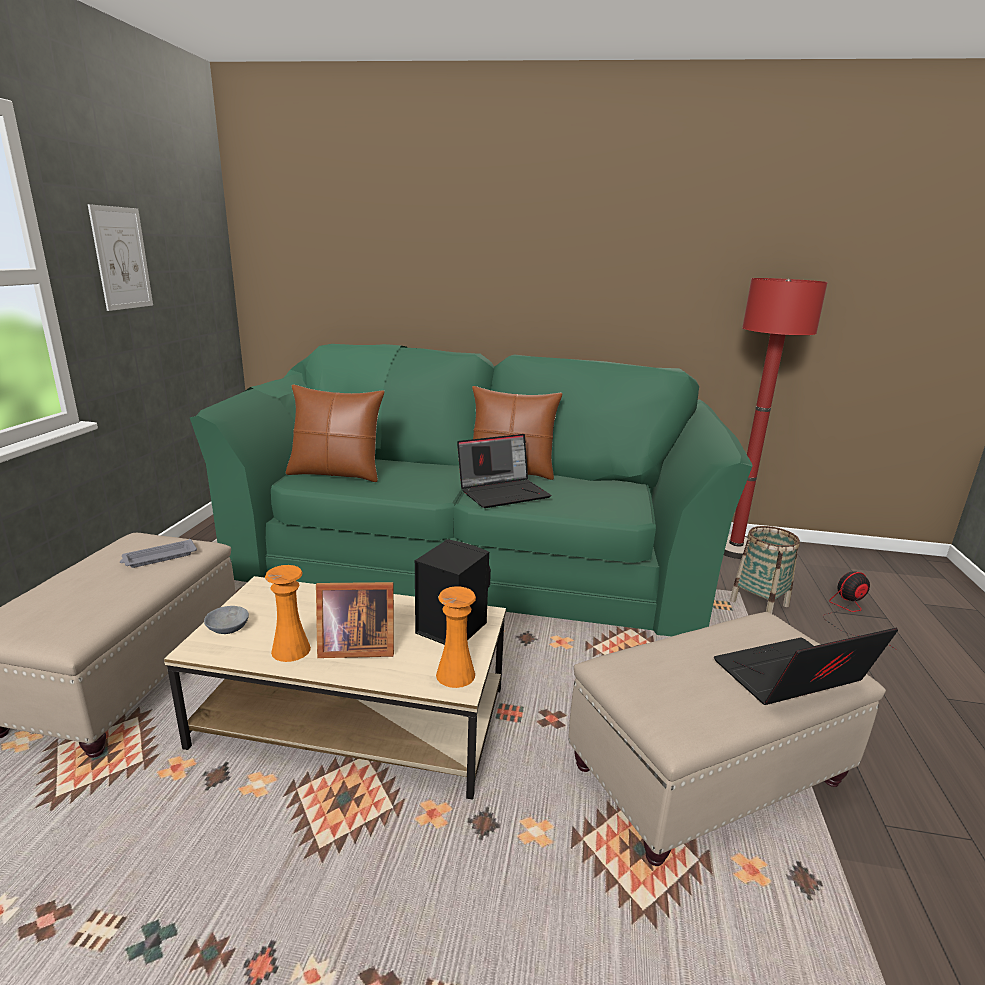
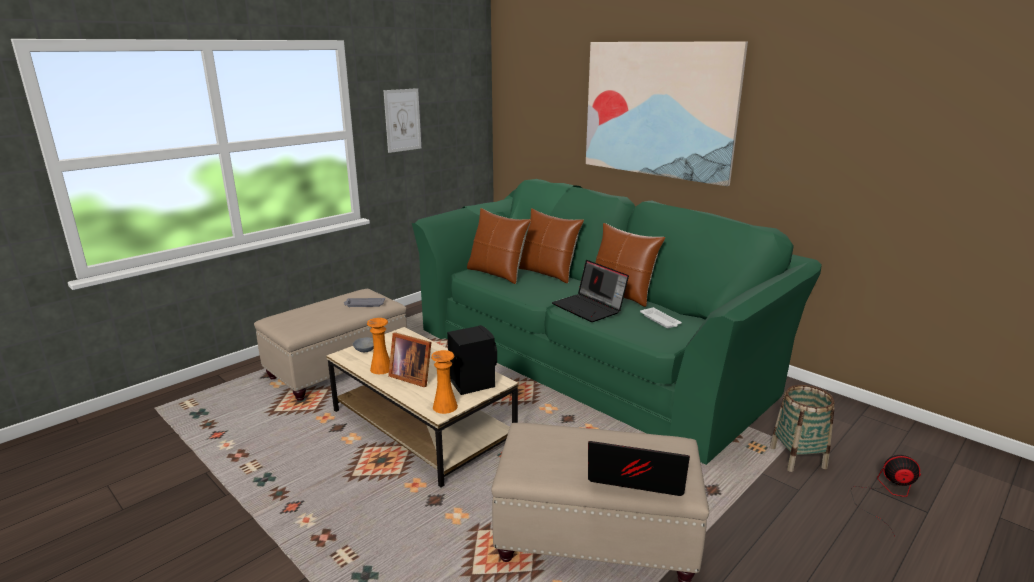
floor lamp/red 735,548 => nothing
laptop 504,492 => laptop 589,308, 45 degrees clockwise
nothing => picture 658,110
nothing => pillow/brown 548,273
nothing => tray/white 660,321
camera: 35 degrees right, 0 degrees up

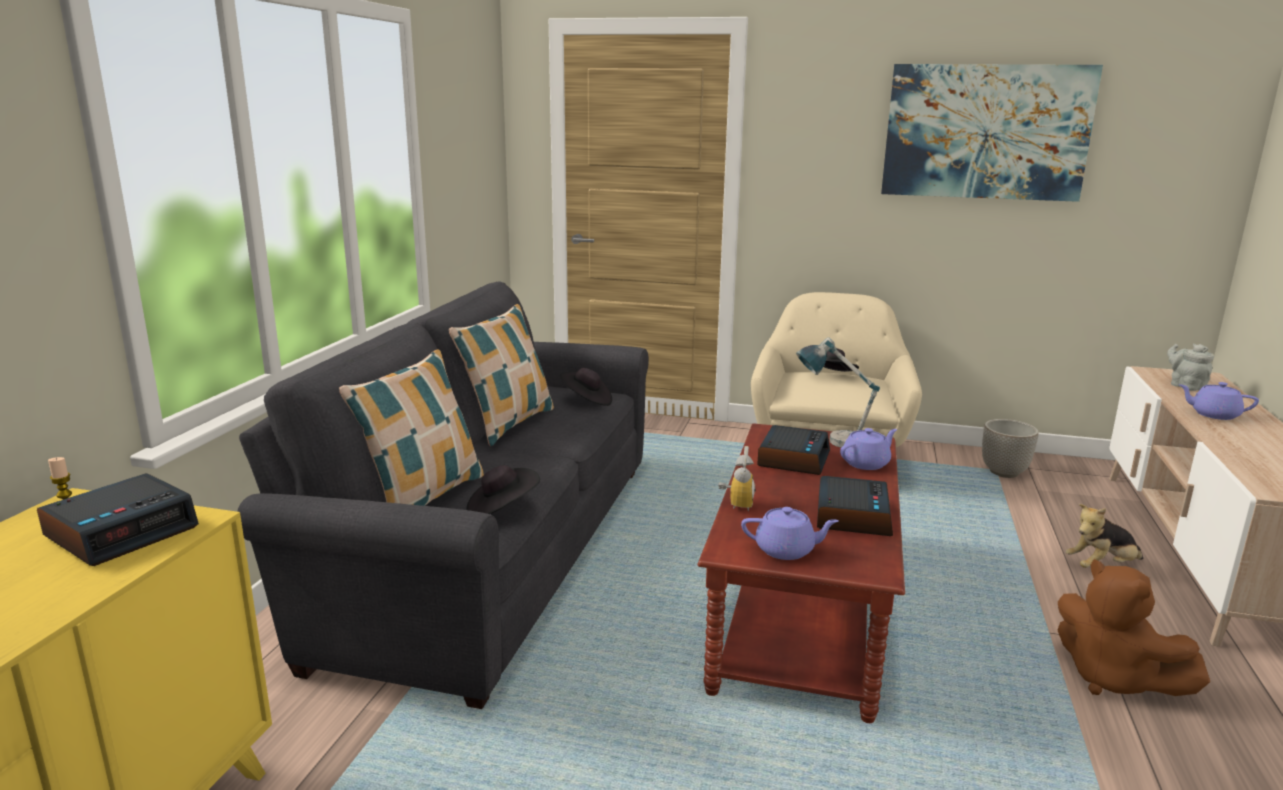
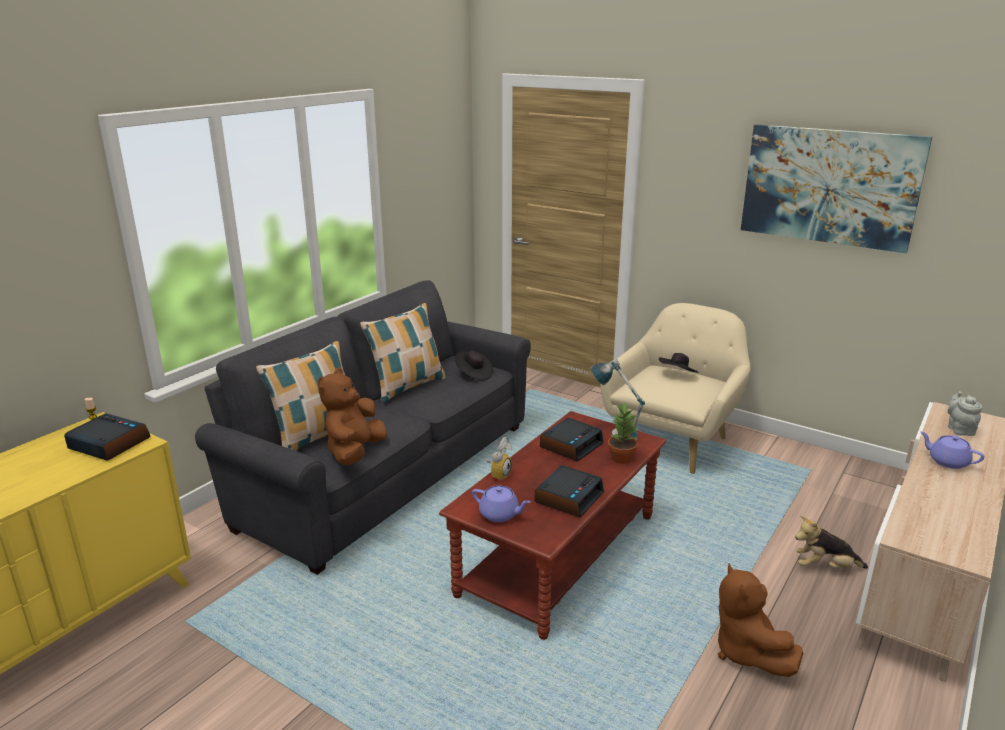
planter 1003,472 => nothing
teapot/purple 866,463 => potted plant 621,458
hat/black 501,509 => plush toy/brown 354,452
alarm clock 123,531 => alarm clock 108,444, 120 degrees counterclockwise
camera: 20 degrees right, 5 degrees up

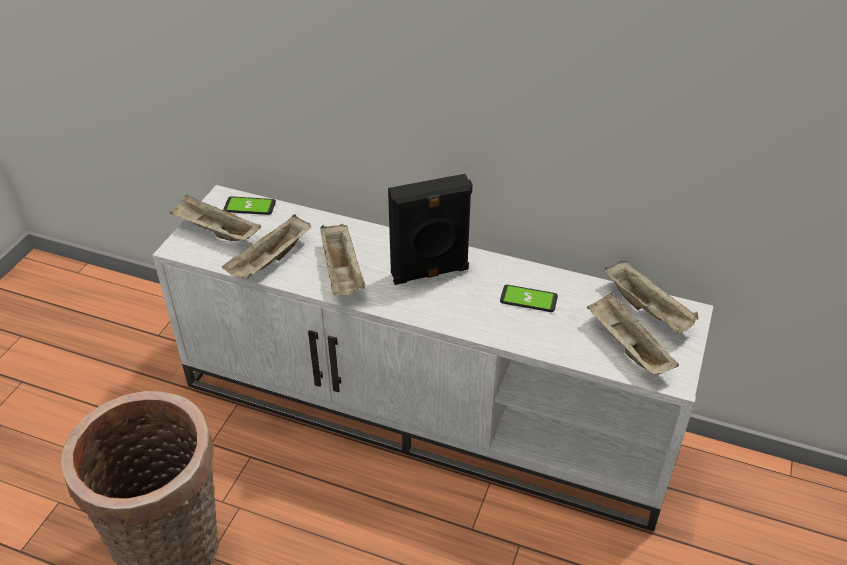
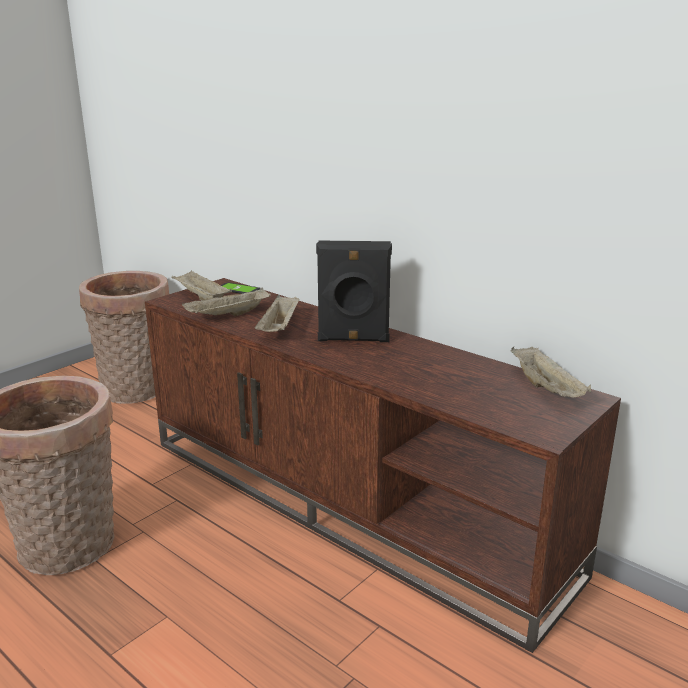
tv stand/white 428,410 => tv stand/brown 349,502
phone 528,299 => nothing
tray/beige 626,347 => nothing
nothing => basket 137,391
camera: 20 degrees right, 20 degrees down

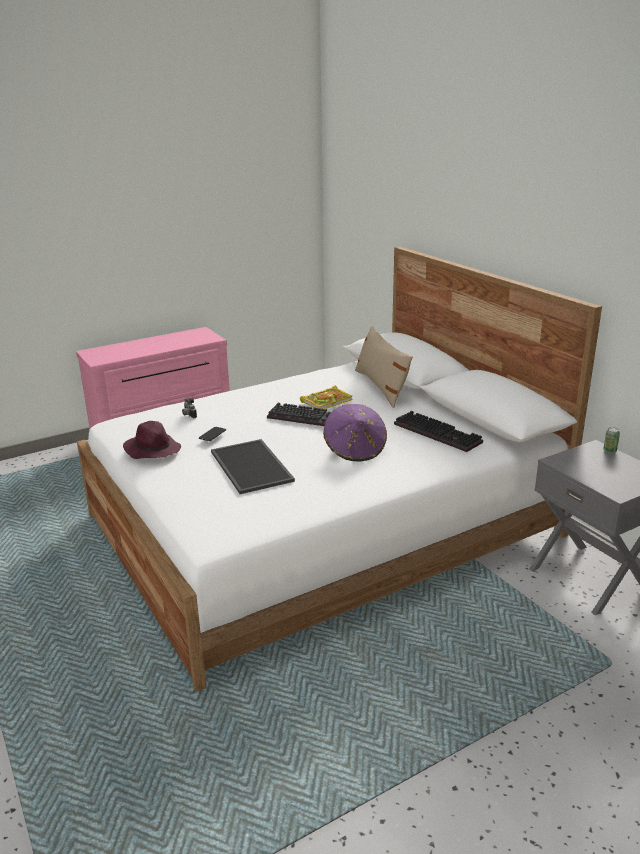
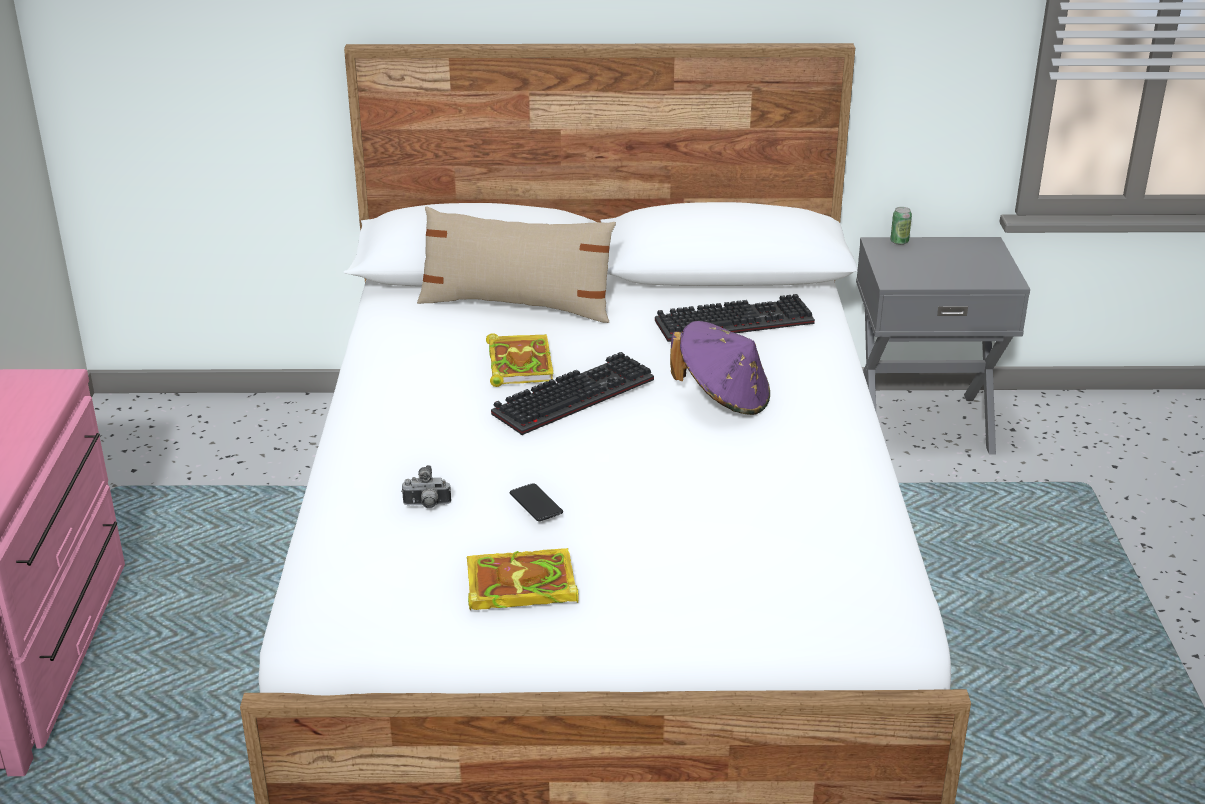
hat/purple 152,450 => book 518,586
tray 253,466 => nothing
camera: 60 degrees left, 5 degrees up

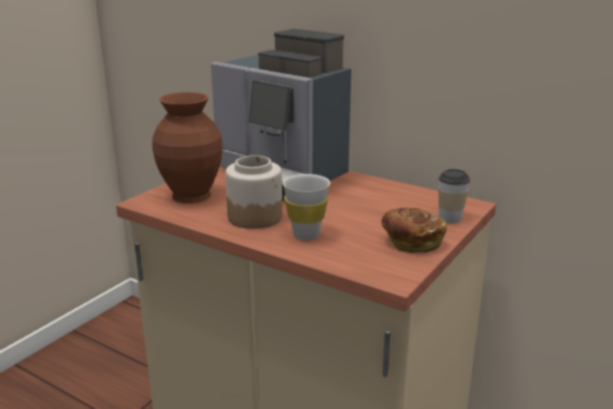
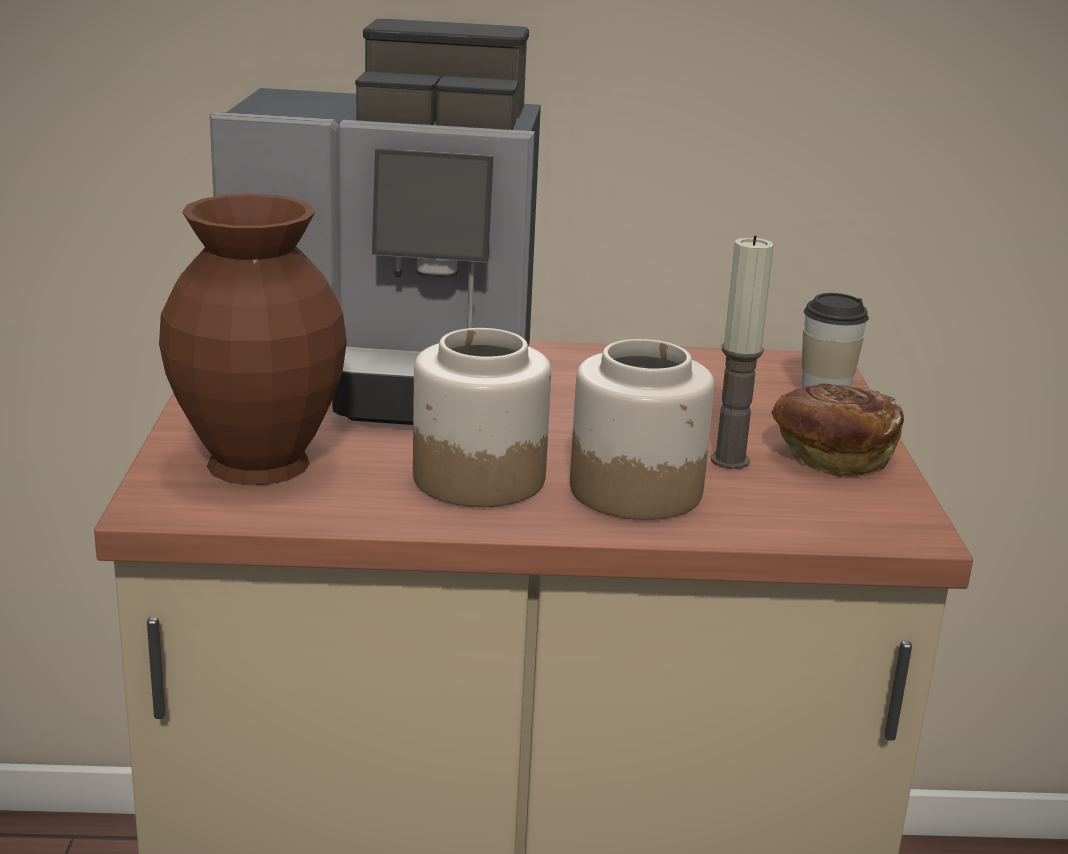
cup/white 306,235 => jar 636,489
nothing => candle 730,460
camera: 35 degrees left, 0 degrees up

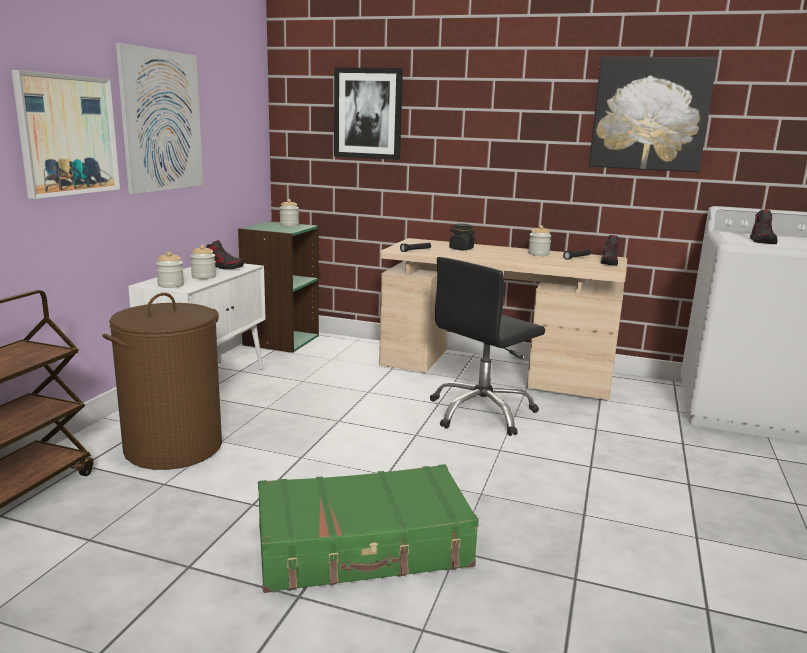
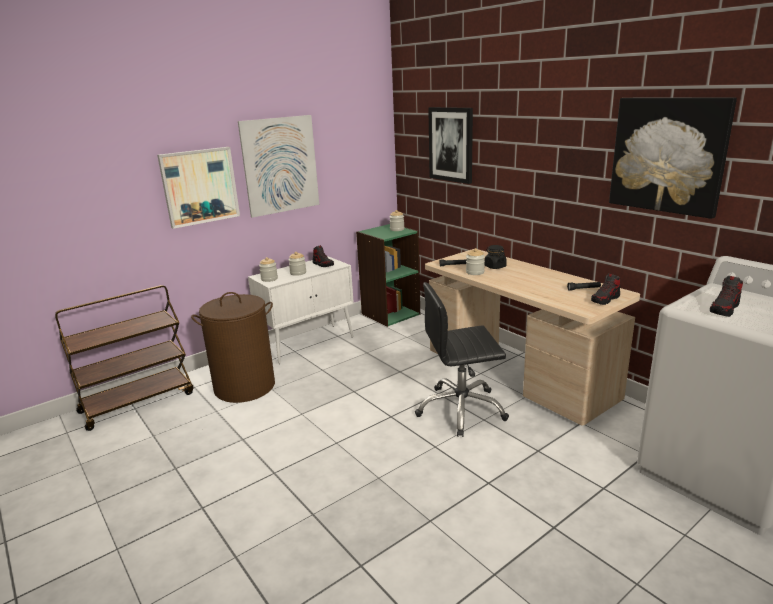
jar 538,254 => jar 475,272, move
suitcase/green 364,547 => nothing
camera: 35 degrees right, 5 degrees up

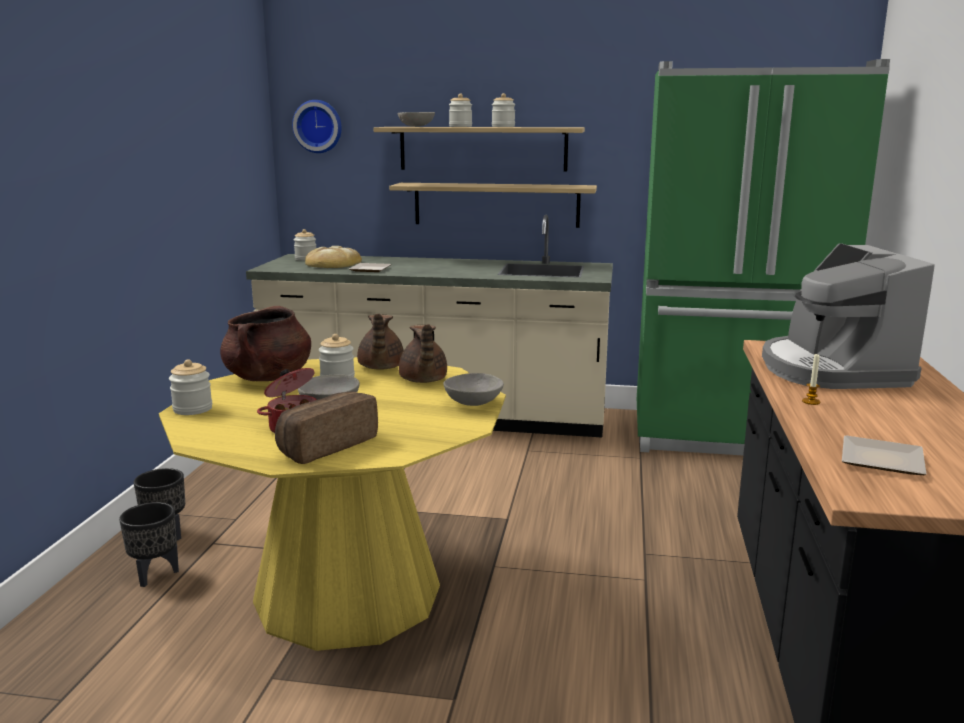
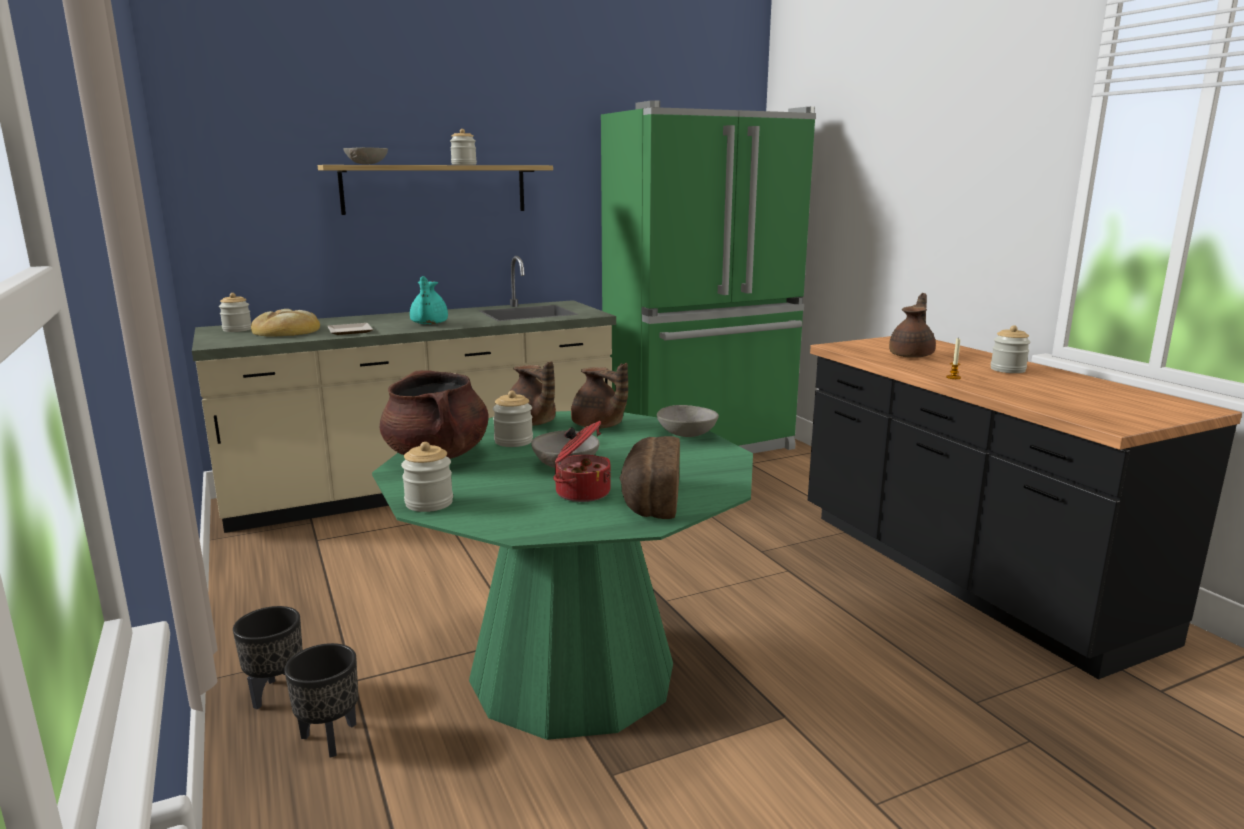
jar 460,126 => jar 1007,370, move
wall clock 318,126 => nothing
shelf 496,204 => nothing
coffee machine 831,370 => teapot/brown 912,355
dining table/yellow 347,593 => dining table/green 572,672
plate 879,461 => nothing
nothing => teapot/turquoise 428,323
camera: 35 degrees left, 0 degrees up

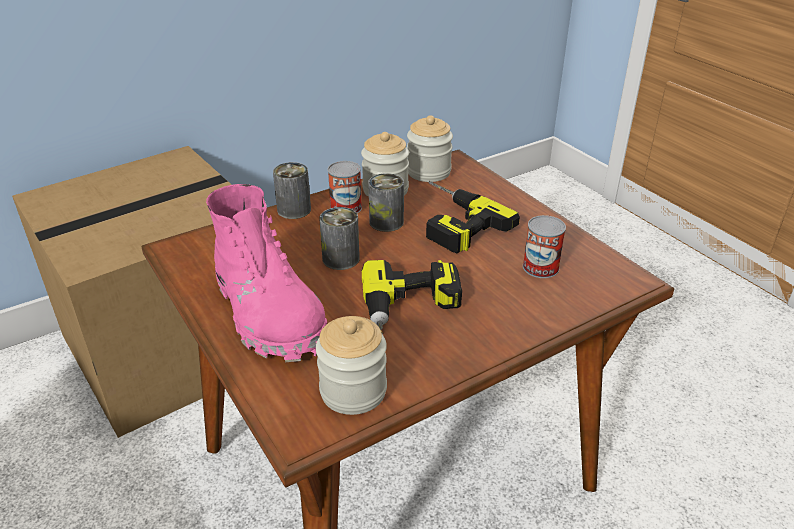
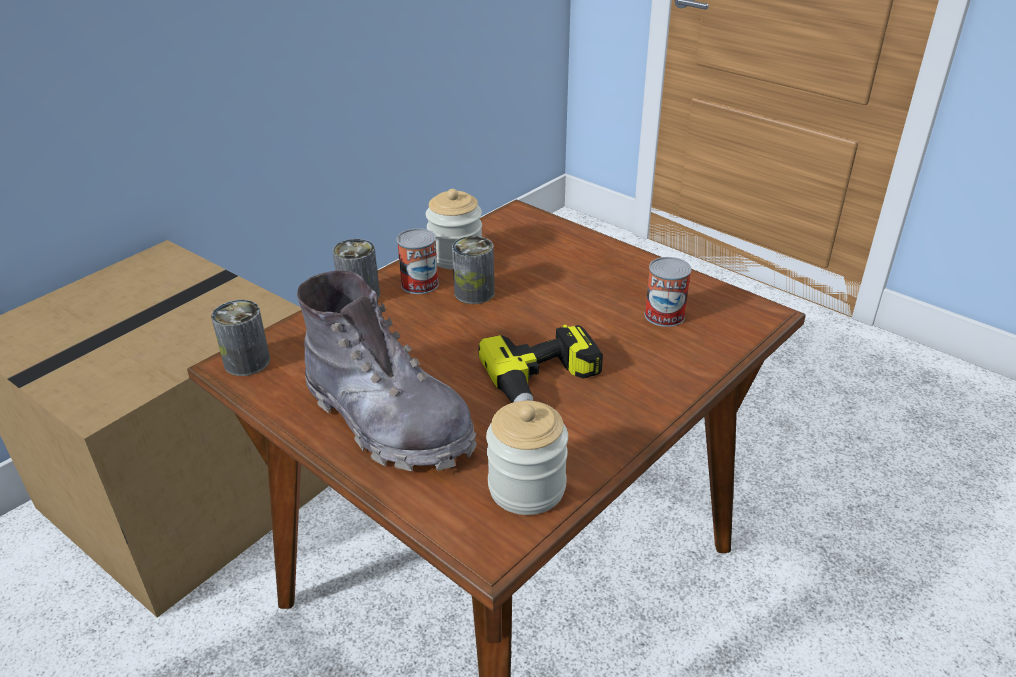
jar 428,172 => nothing
power drill 450,221 => nothing
boot/pink 269,314 => boot/grey 388,420
can 341,259 => can 247,362, move
camera: 15 degrees left, 0 degrees up

